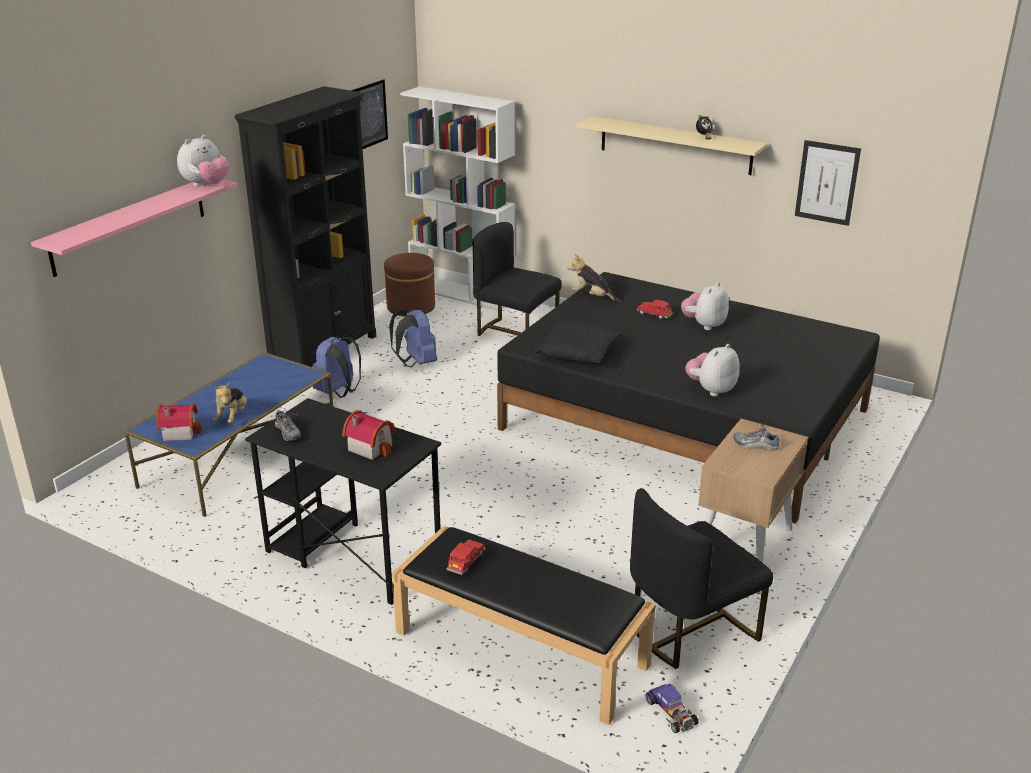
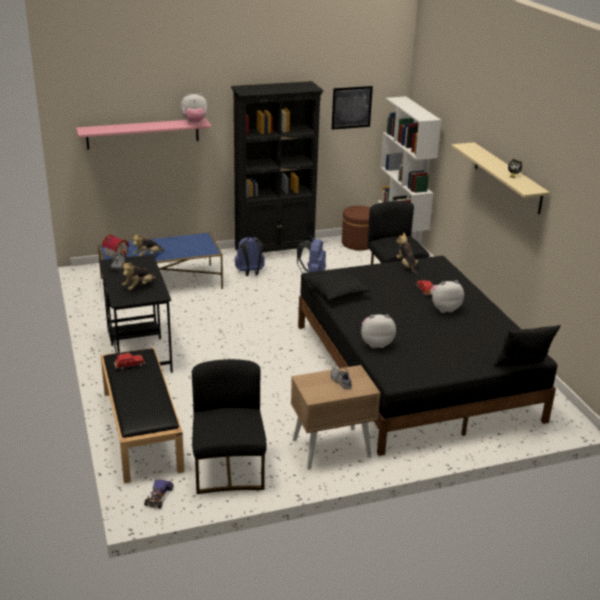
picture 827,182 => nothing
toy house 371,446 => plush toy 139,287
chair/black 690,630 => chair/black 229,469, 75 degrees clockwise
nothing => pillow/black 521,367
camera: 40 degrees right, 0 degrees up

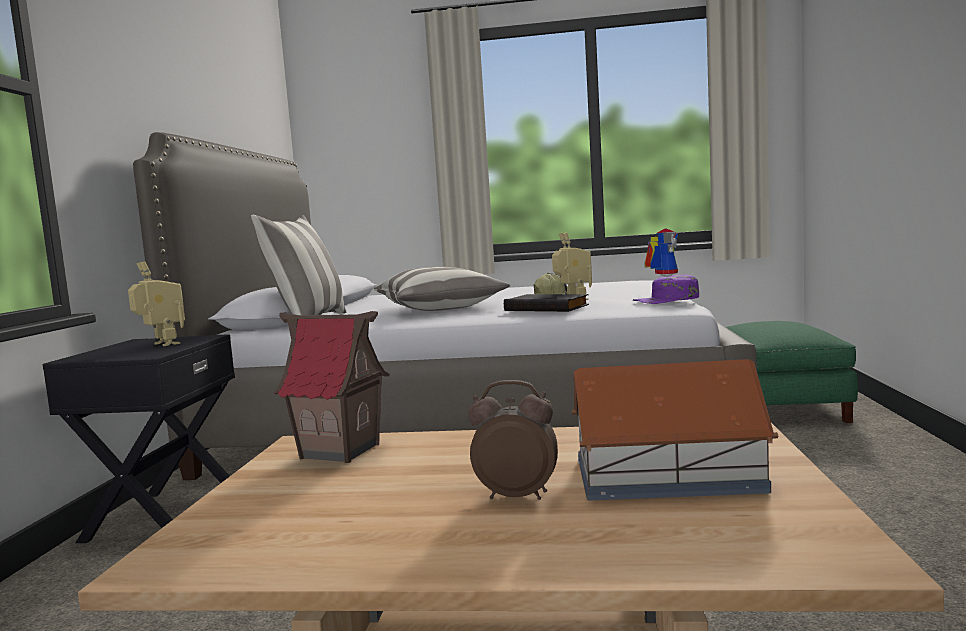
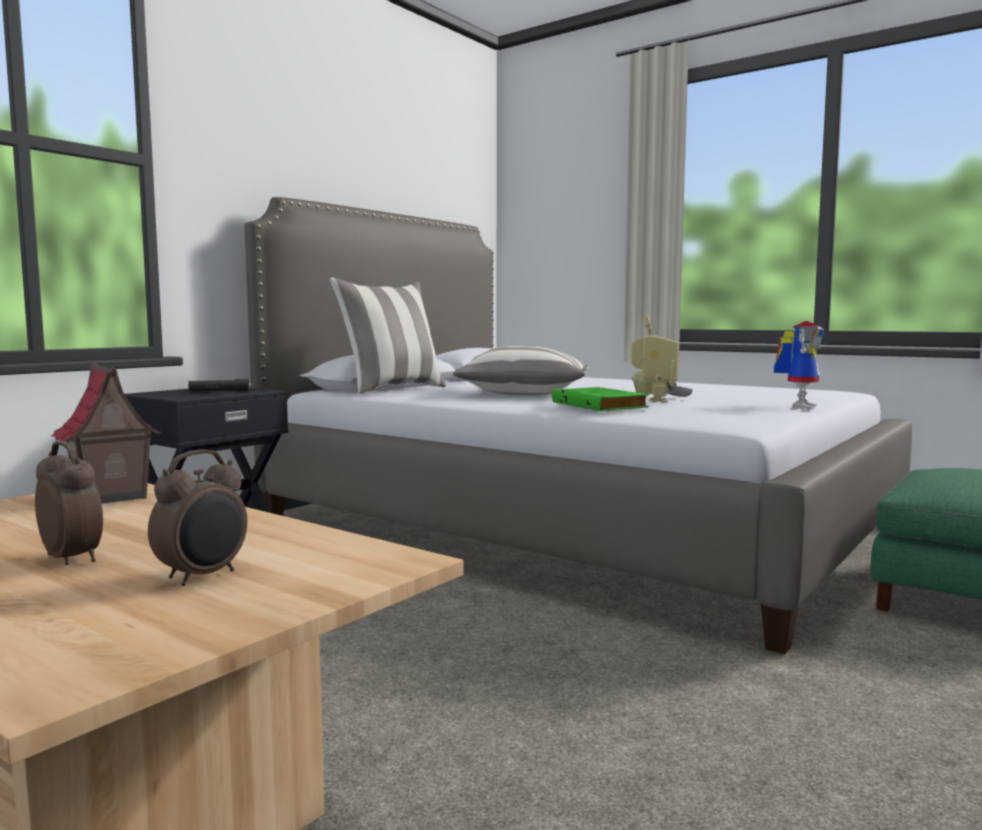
toy robot 161,344 => flashlight/black 219,391
cap/purple 666,300 => nothing
book/black 548,308 => book/green 601,405
toy house 664,475 => alarm clock 203,576
camera: 30 degrees right, 0 degrees up

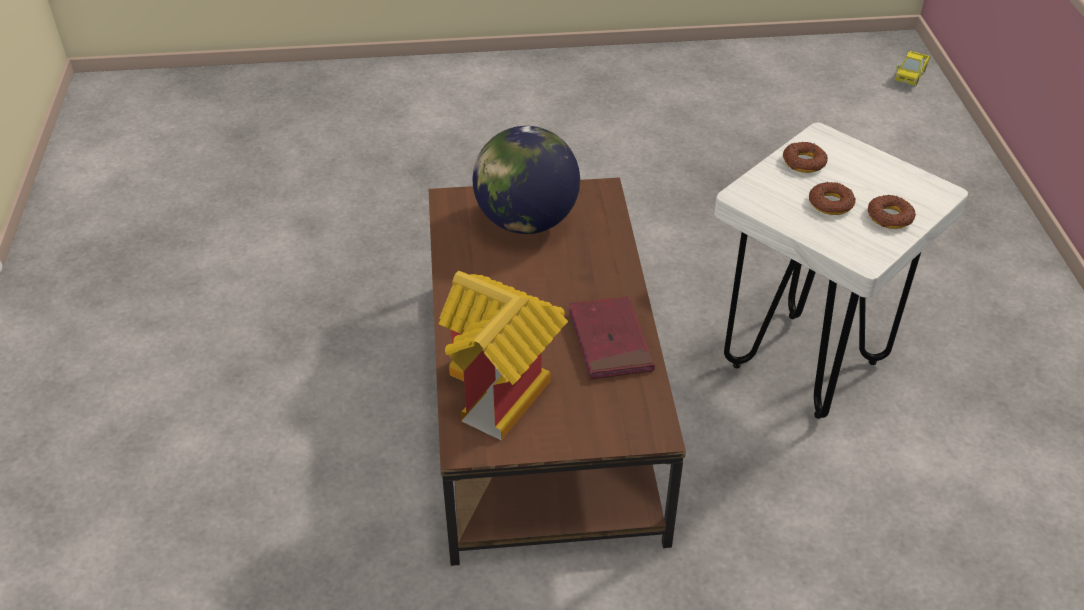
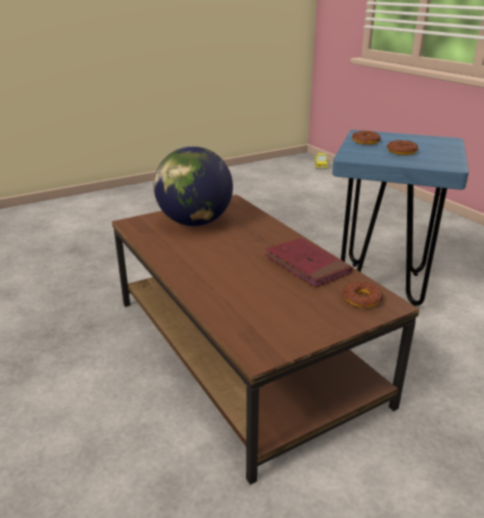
stool/white 804,363 => stool/blue 381,284
donut 890,217 => donut 362,299, move
toy house 503,391 => nothing
camera: 25 degrees left, 15 degrees down

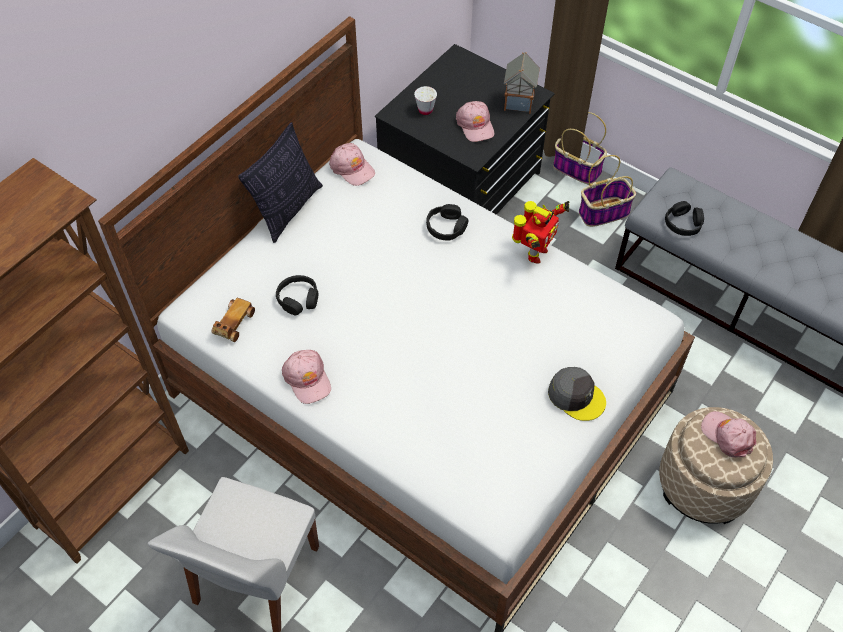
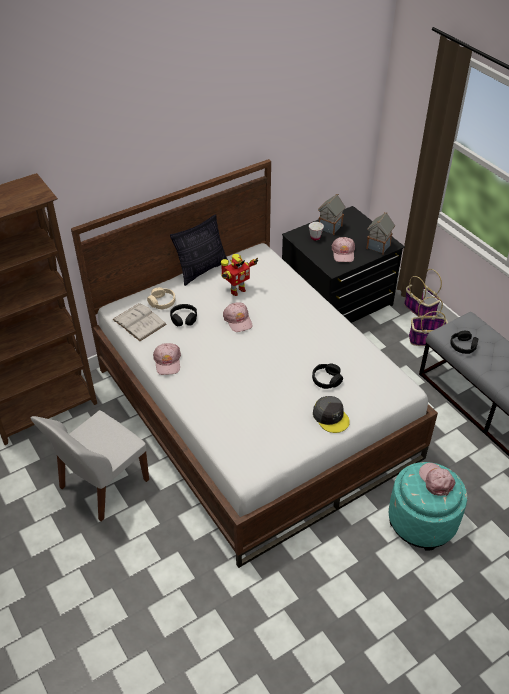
cap/pink 352,168 => cap/pink 238,320, move
toy robot 534,254 => toy robot 236,290, move
headphones/black 446,227 => headphones/black 326,379, move
toy car 233,324 => book/white 139,322
ottoman/beige 704,484 => ottoman/turquoise 422,521
nothing => toy house 330,228
nothing => headphones/beige 162,302
camera: 20 degrees right, 10 degrees down

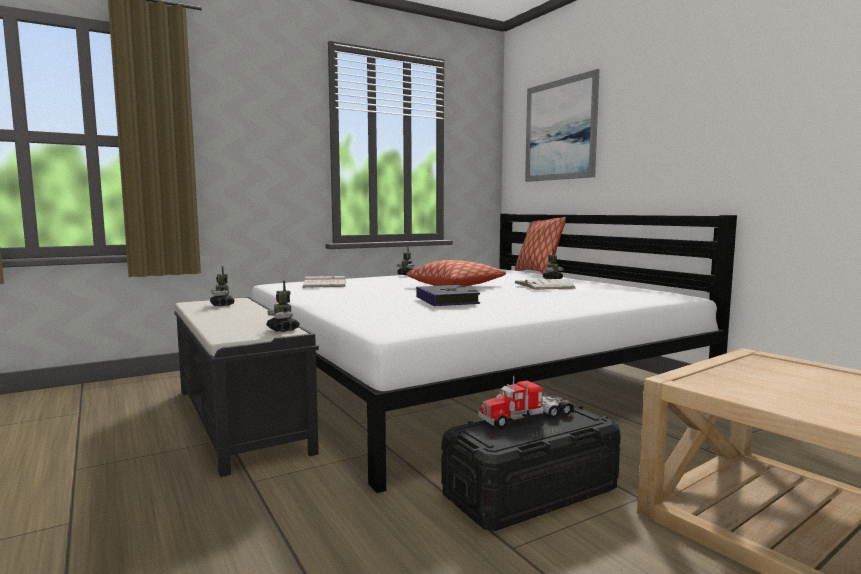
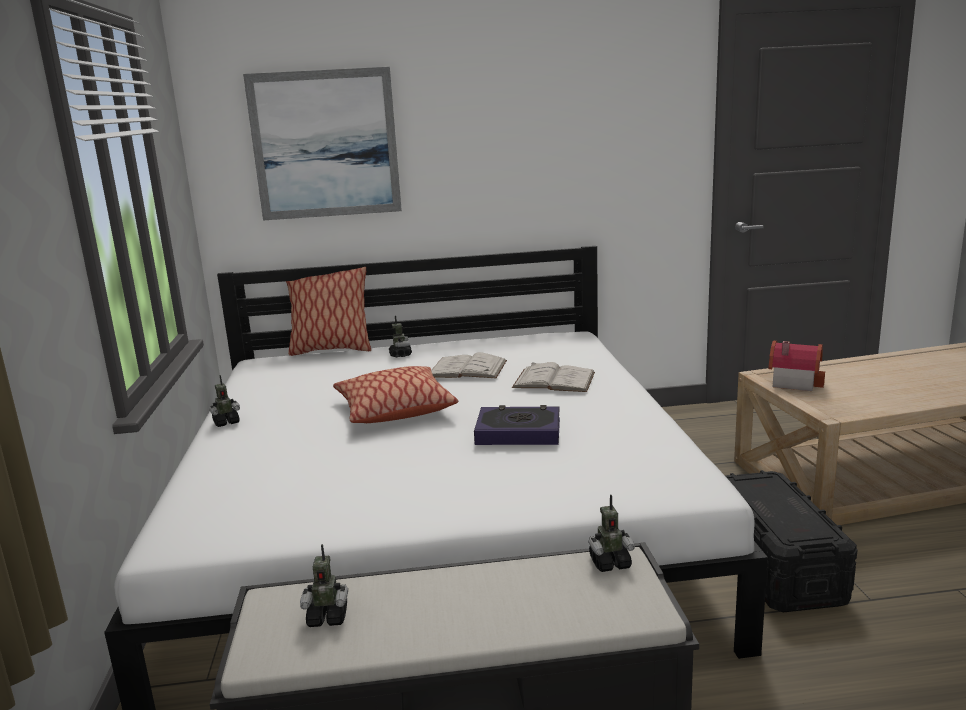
book/white 325,283 => book/white 554,380, move
toy truck 527,417 => nothing
nothing => toy house 793,381
camera: 65 degrees left, 10 degrees up

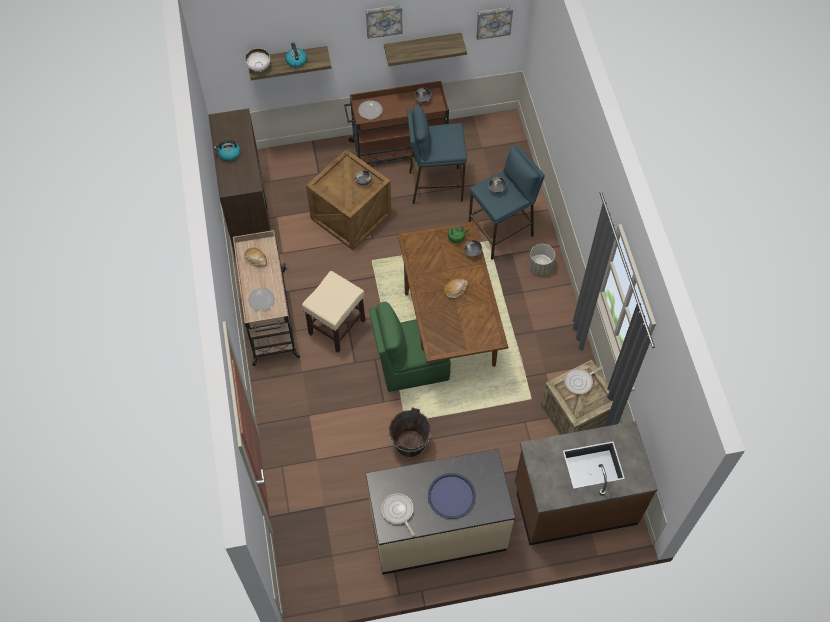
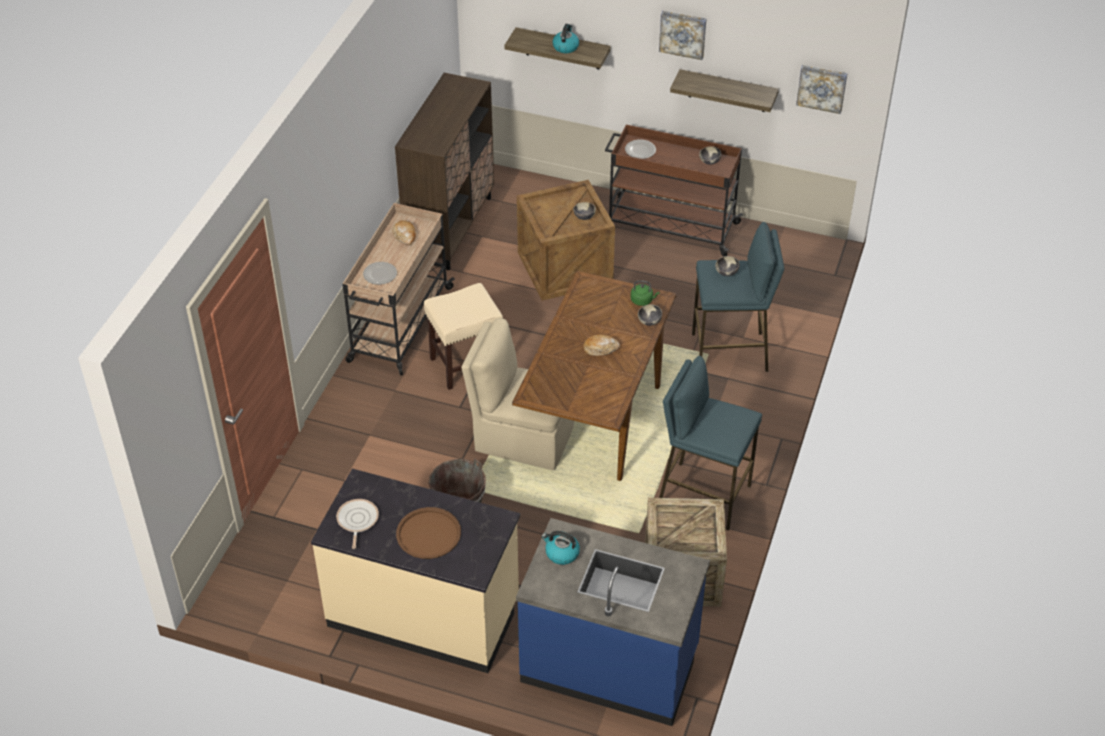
bowl/white 259,68 => nothing
stool/blue 435,186 => stool/blue 703,494, move
kettle 229,154 => kettle 561,553, move
planter/grey 540,266 => nothing
chair/green 411,365 => chair/beige 522,437
frying pan 580,382 => nothing
counter/brown 574,502 => counter/blue 610,664
tray/blue 451,496 => tray/brown 428,534
camera: 30 degrees right, 15 degrees down

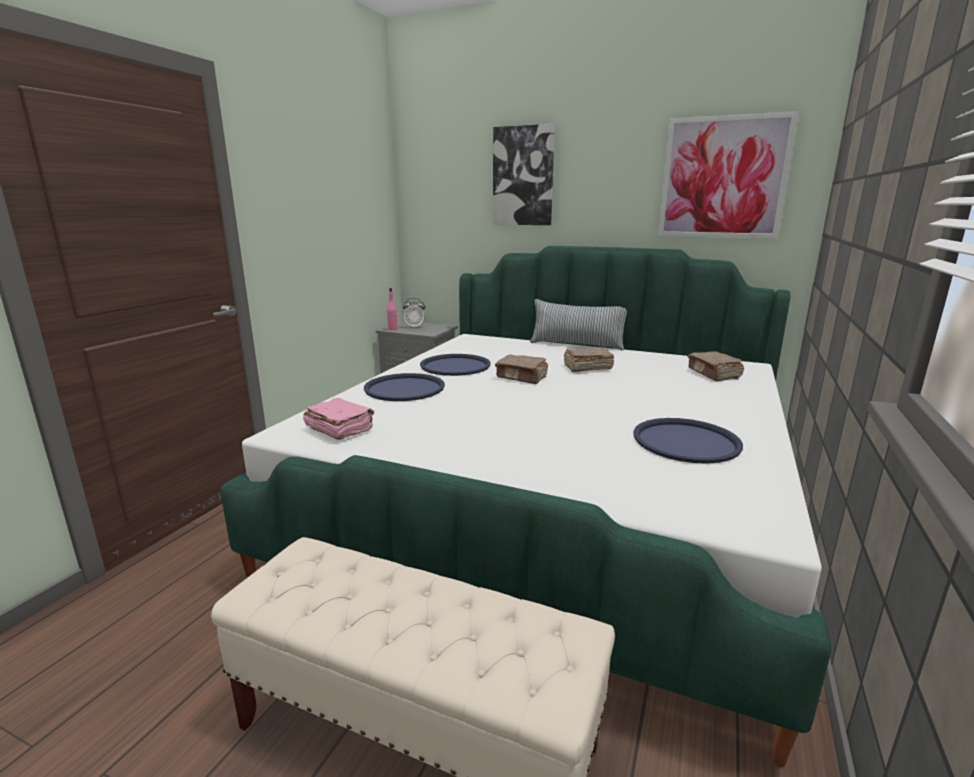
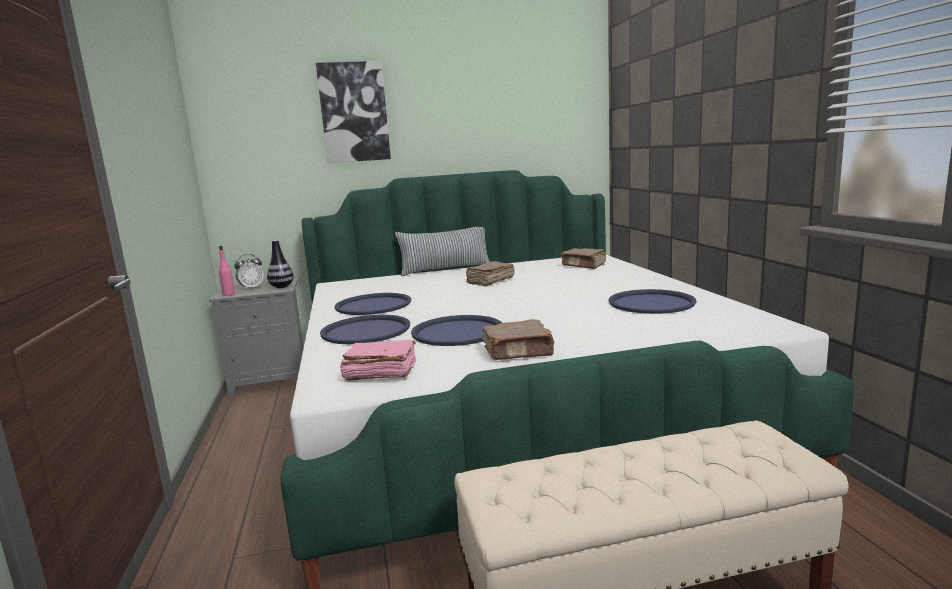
picture 723,178 => nothing
book/brown 522,378 => book/brown 519,352, move
nothing => vase 281,287
nothing => tray/blue 457,332
camera: 35 degrees left, 5 degrees down

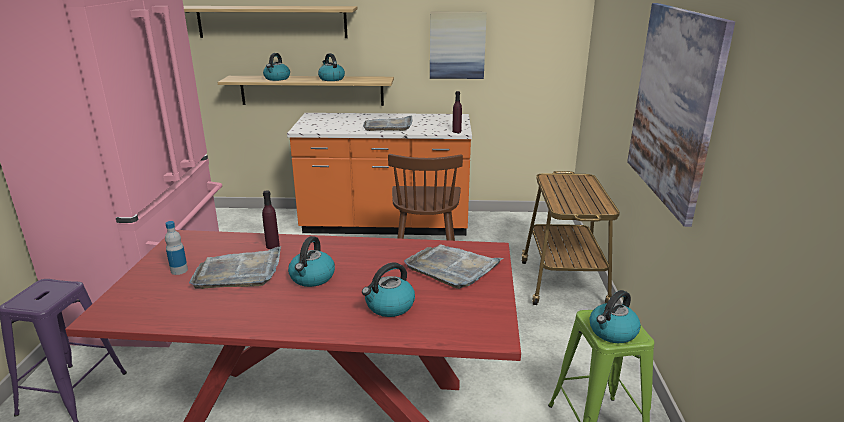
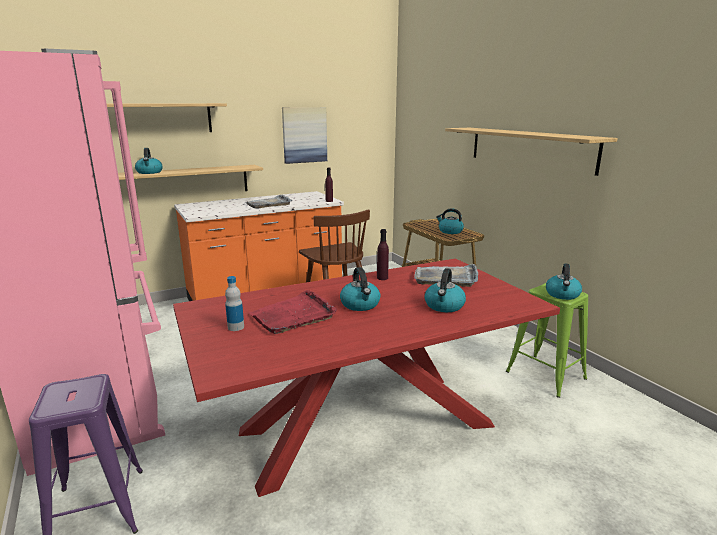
picture 673,106 => shelf 529,148
kettle 331,79 => kettle 450,231, move
bottle/purple 272,246 => bottle/purple 382,278, move
tray/grey 239,272 => tray/red 293,315
camera: 30 degrees left, 5 degrees down

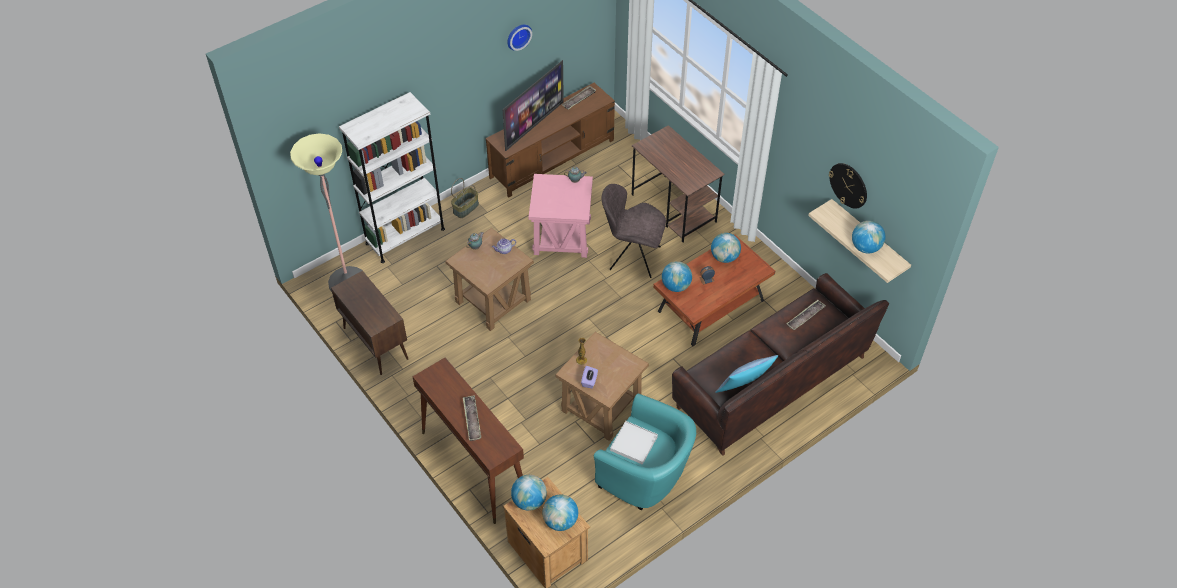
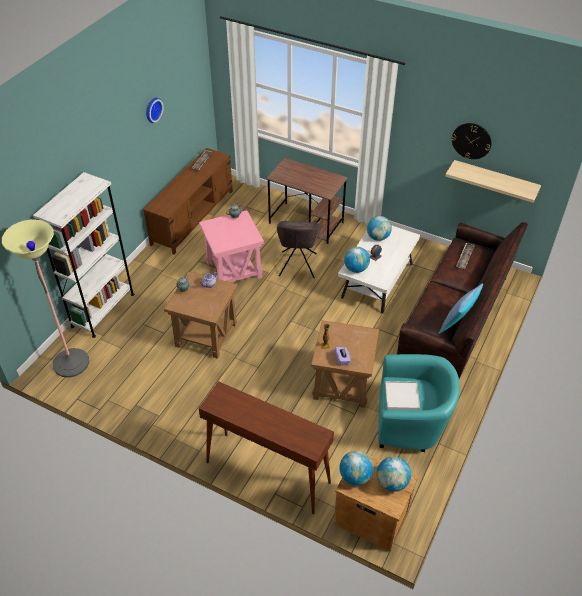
television 533,125 => nothing
basket 465,208 => nothing
chair/grey 632,257 => chair/grey 297,266, 75 degrees counterclockwise
globe 865,247 => nothing
coffee table/brown 710,306 => coffee table/white 377,281
cabinet/brown 375,343 => nothing
tray 472,420 => nothing
camera: 25 degrees left, 5 degrees down

